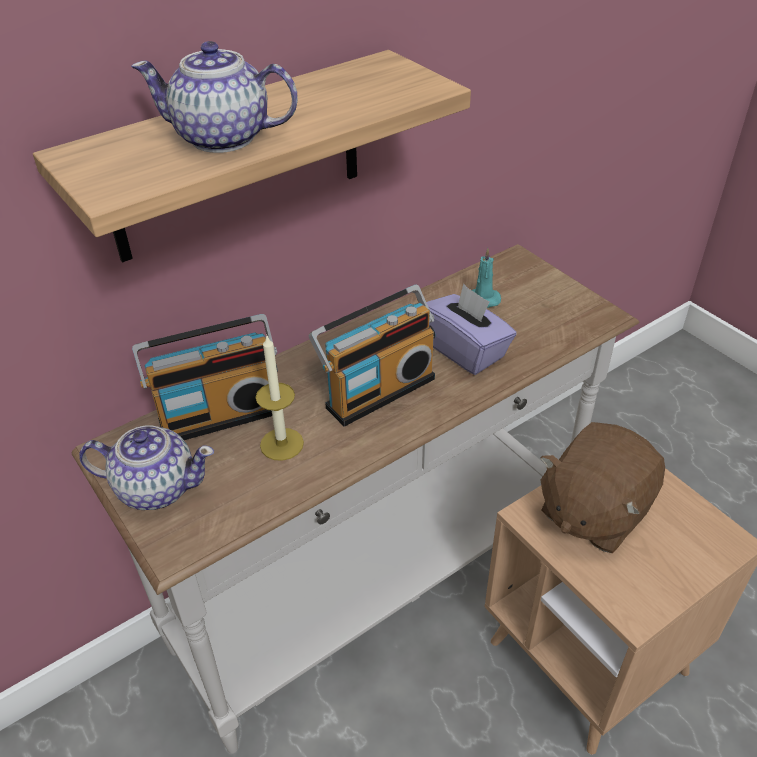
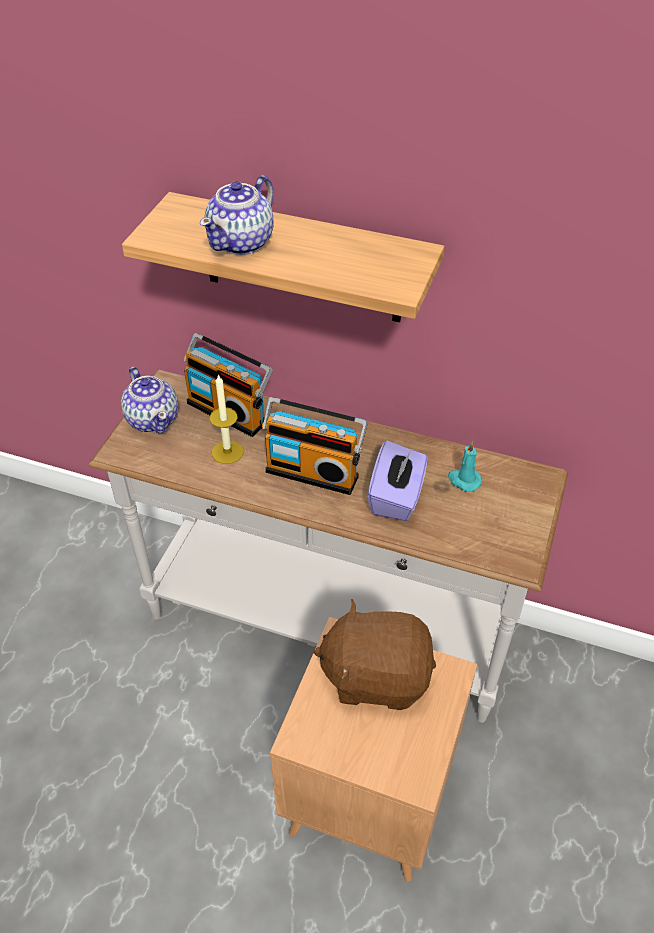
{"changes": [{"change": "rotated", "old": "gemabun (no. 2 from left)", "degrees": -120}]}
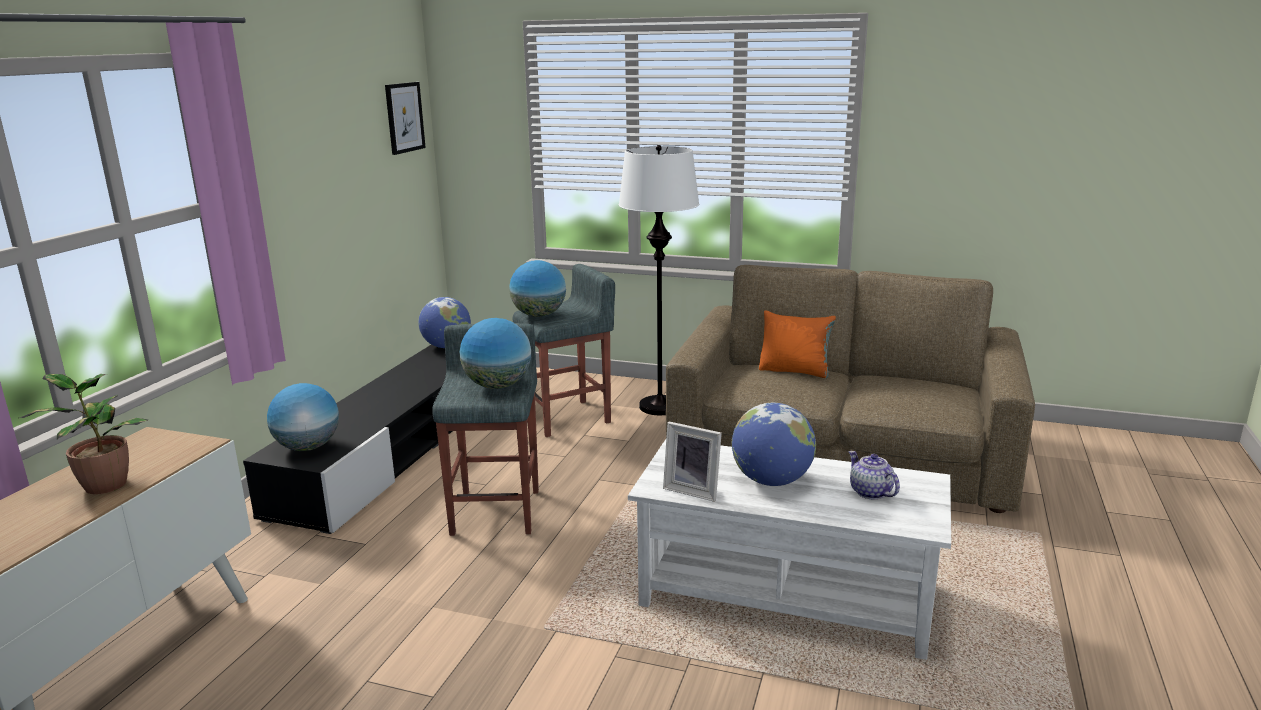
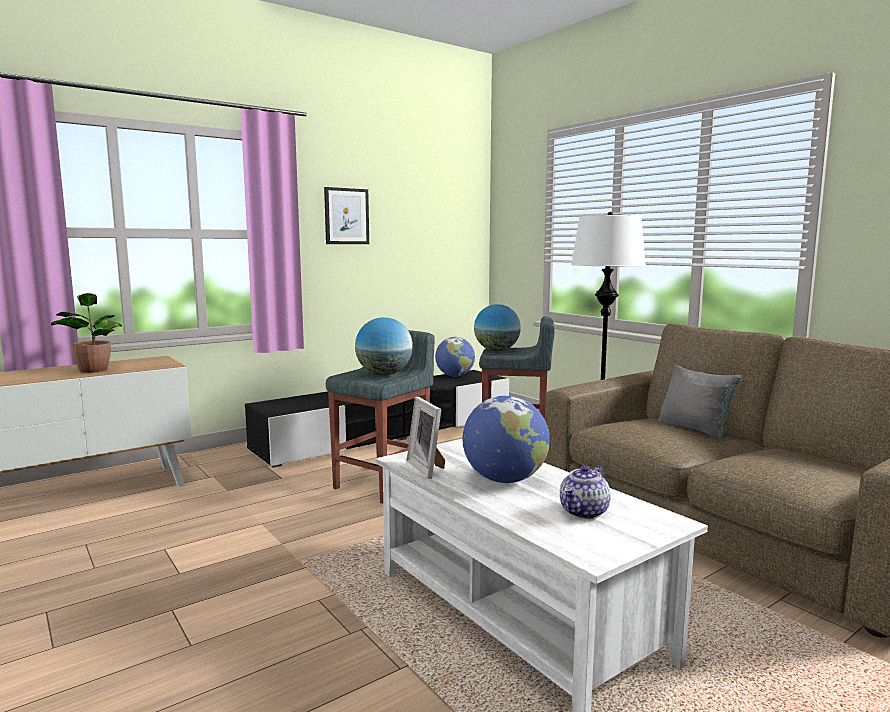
{"changes": [{"change": "gone", "old": "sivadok (no. 1 from left)"}, {"change": "shifted", "old": "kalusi"}, {"change": "repainted", "old": "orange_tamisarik", "new": "grey_tamisarik"}, {"change": "rotated", "old": "gemabun", "degrees": -150}]}
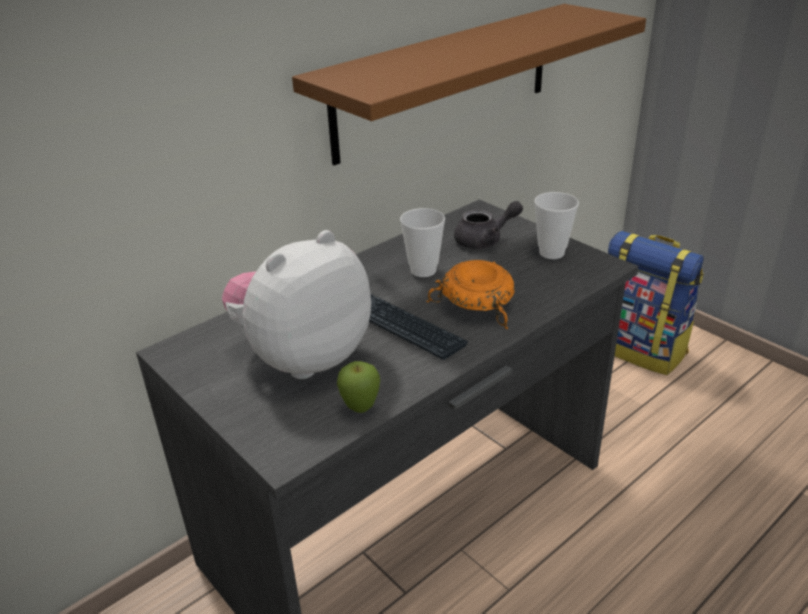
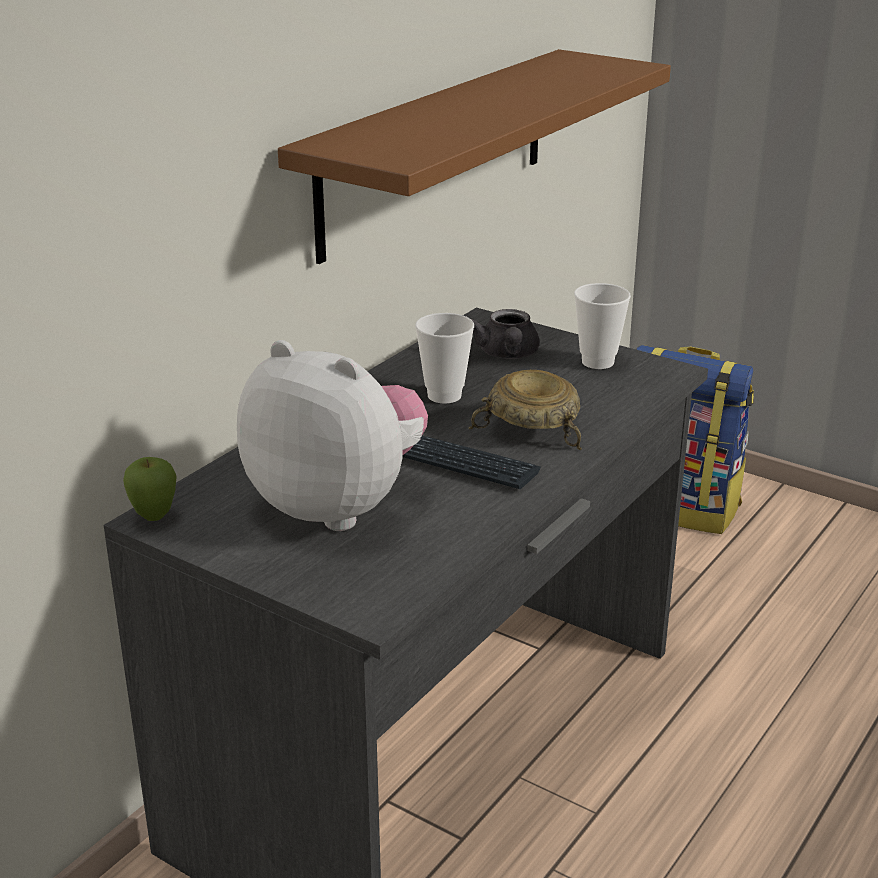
{"changes": [{"change": "shifted", "old": "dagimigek"}, {"change": "repainted", "old": "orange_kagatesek", "new": "beige_kagatesek"}, {"change": "rotated", "old": "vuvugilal", "degrees": 90}, {"change": "rotated", "old": "grey_gemabun", "degrees": 120}]}
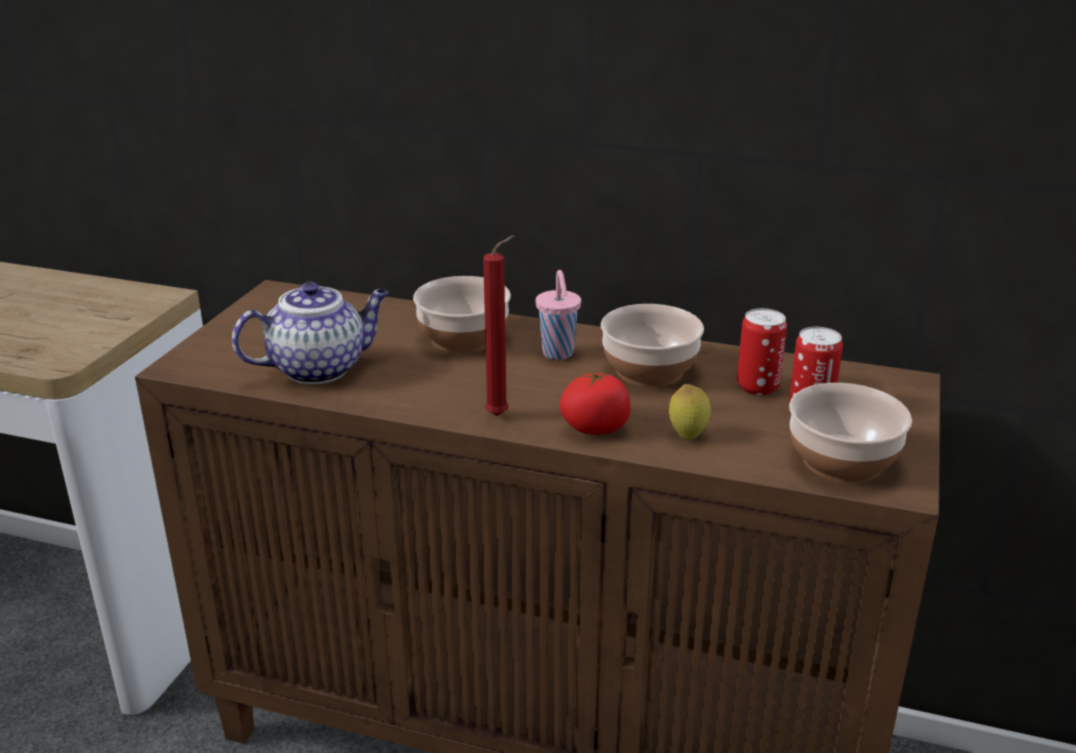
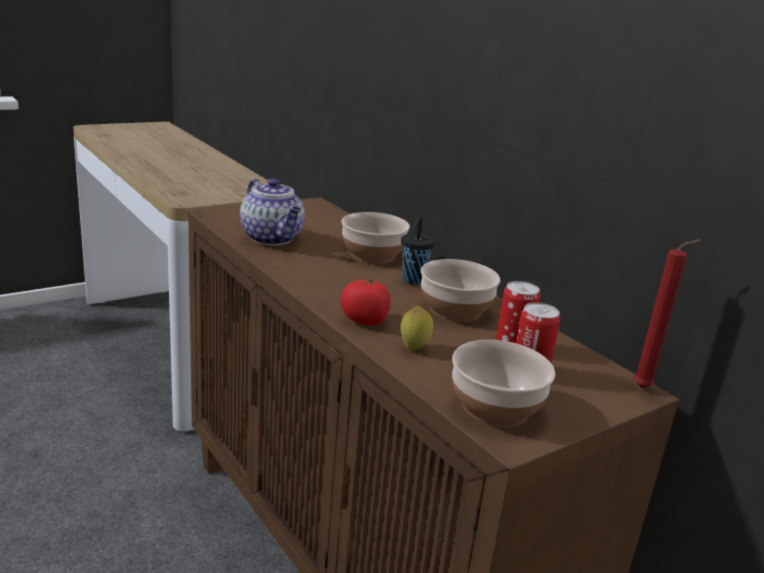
{"changes": [{"change": "shifted", "old": "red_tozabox"}, {"change": "repainted", "old": "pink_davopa", "new": "black_davopa"}, {"change": "rotated", "old": "gemabun", "degrees": 45}]}
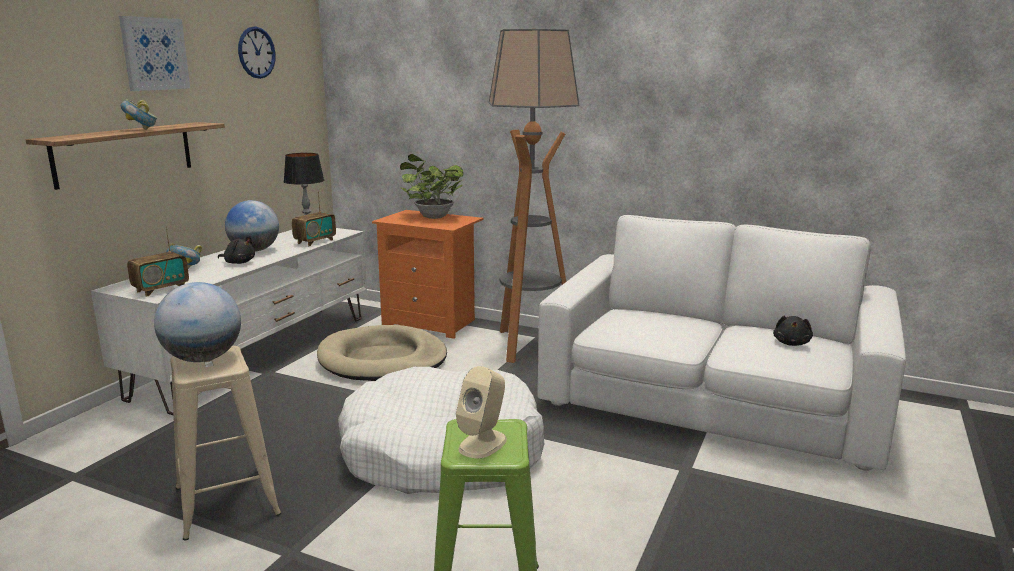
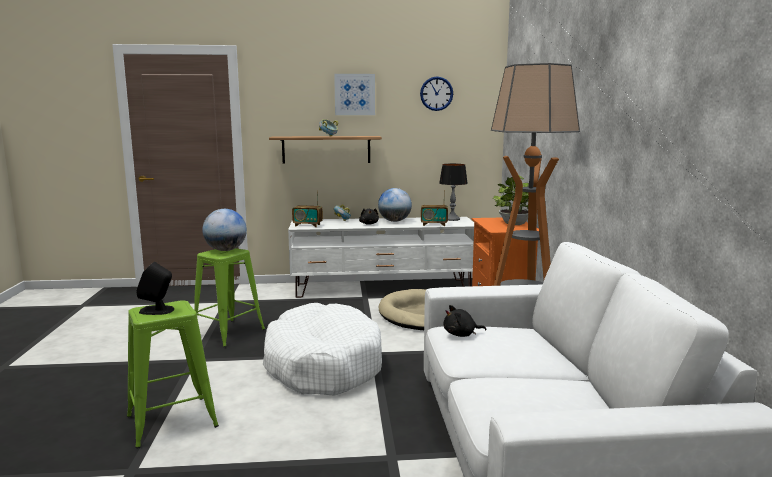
{"changes": [{"change": "shifted", "old": "black_vuvugilal (no. 2 from left)"}, {"change": "repainted", "old": "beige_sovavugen", "new": "green_sovavugen (no. 2 from left)"}, {"change": "repainted", "old": "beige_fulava", "new": "black_fulava"}]}
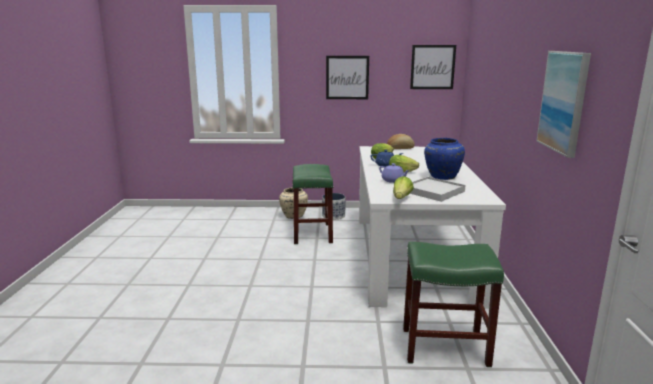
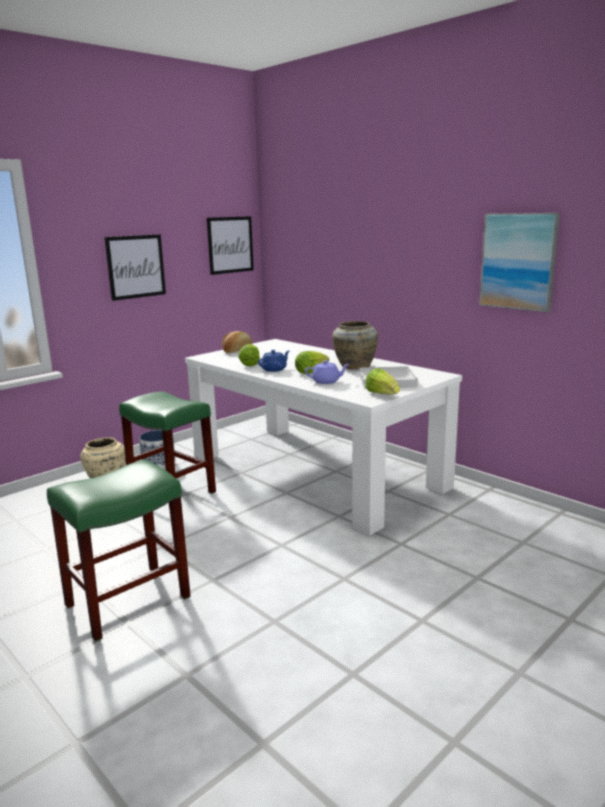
{"changes": [{"change": "shifted", "old": "green_sovavugen (no. 2 from left in the first image)", "new": "green_sovavugen (no. 1 from left)"}, {"change": "repainted", "old": "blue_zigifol", "new": "beige_zigifol (no. 2 from left)"}]}
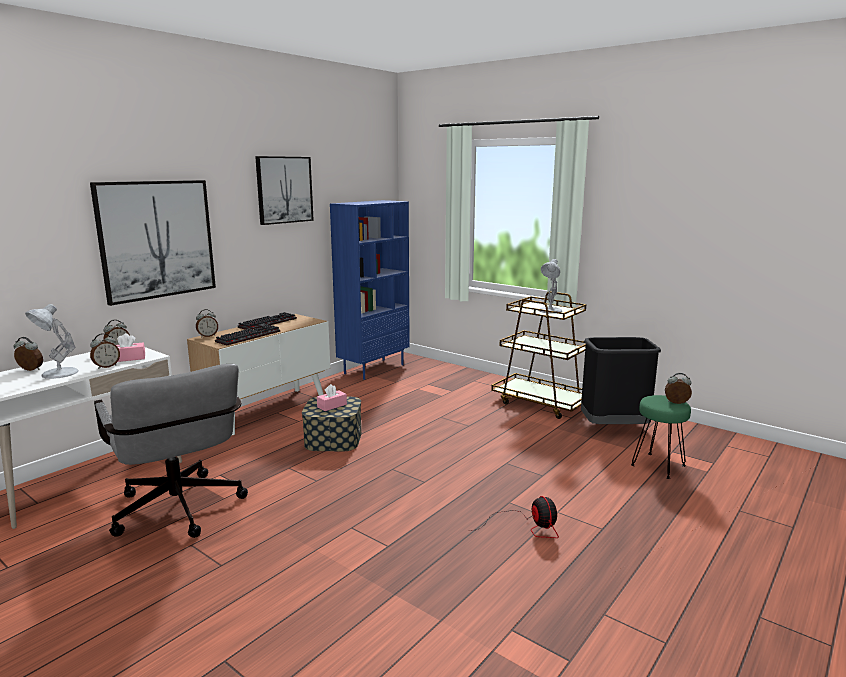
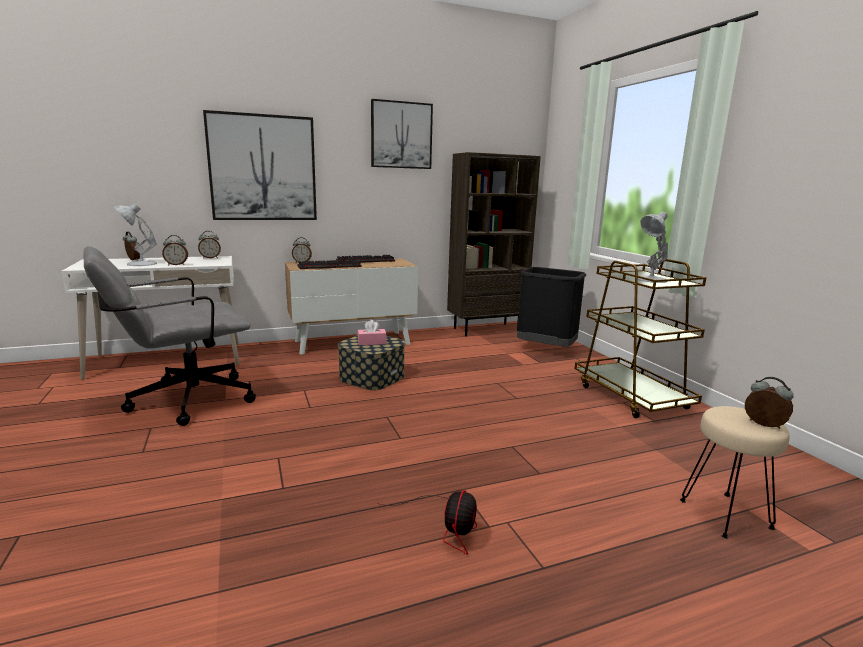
{"changes": [{"change": "gone", "old": "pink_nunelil (no. 1 from left)"}, {"change": "shifted", "old": "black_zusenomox"}, {"change": "repainted", "old": "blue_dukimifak", "new": "brown_dukimifak"}, {"change": "repainted", "old": "green_sovavugen", "new": "beige_sovavugen"}, {"change": "rotated", "old": "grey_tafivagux", "degrees": 60}]}
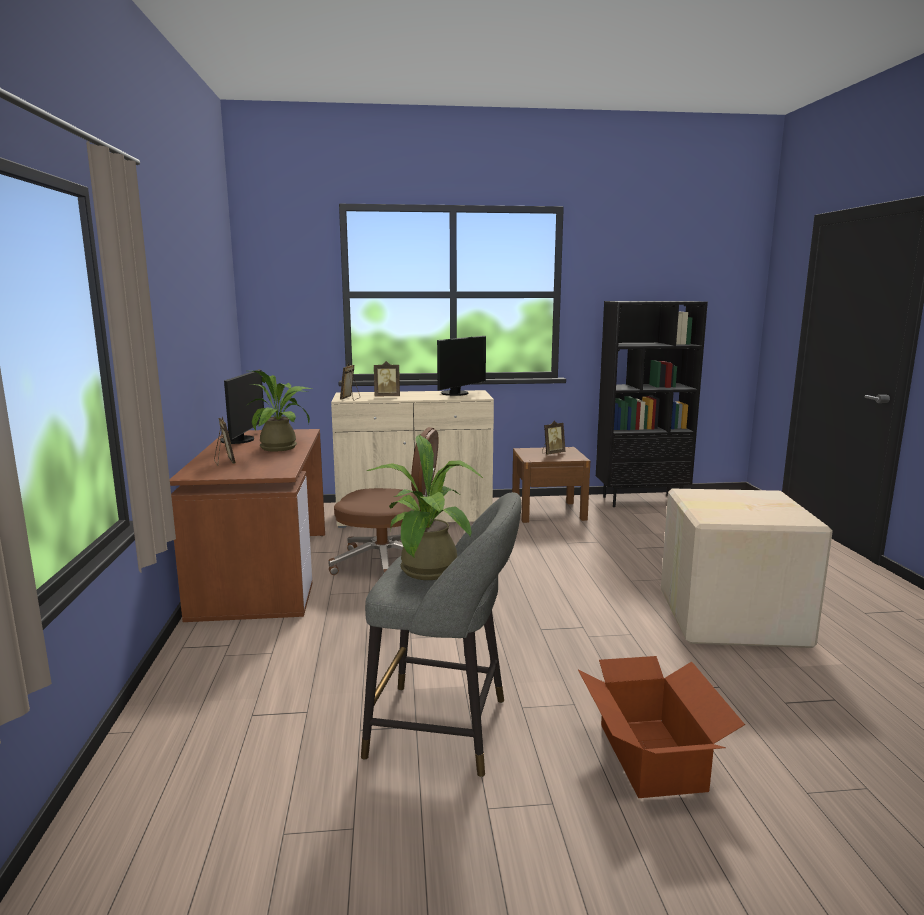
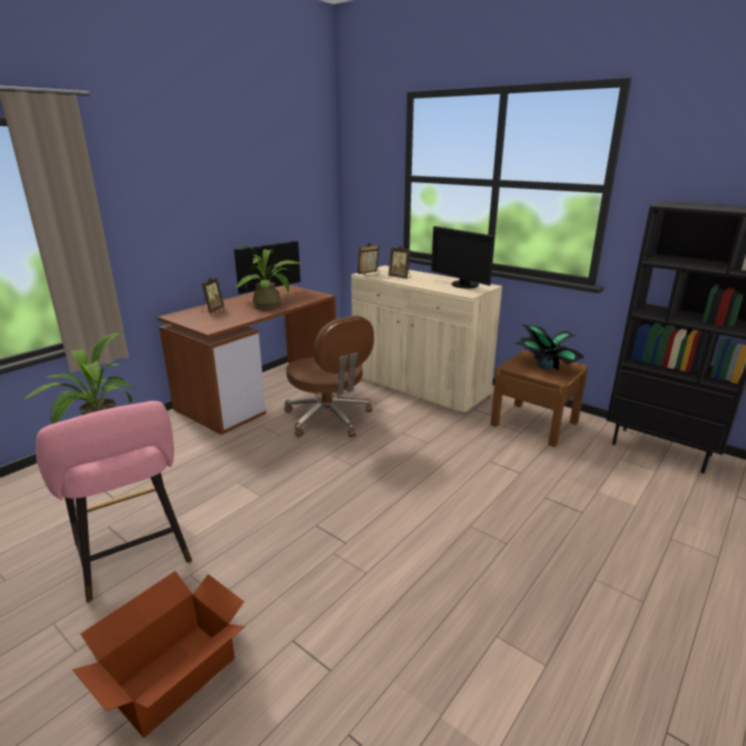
{"changes": [{"change": "gone", "old": "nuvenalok (no. 2 from left)"}, {"change": "swapped", "old": "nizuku (no. 4 from left)", "new": "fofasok (no. 3 from left)"}, {"change": "repainted", "old": "grey_sovavugen", "new": "pink_sovavugen"}, {"change": "rotated", "old": "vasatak (no. 2 from left)", "degrees": 60}]}
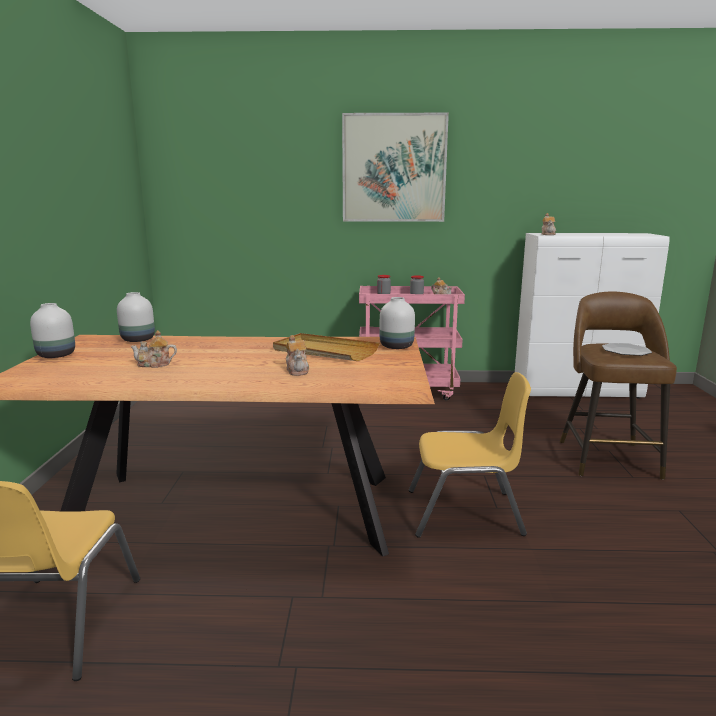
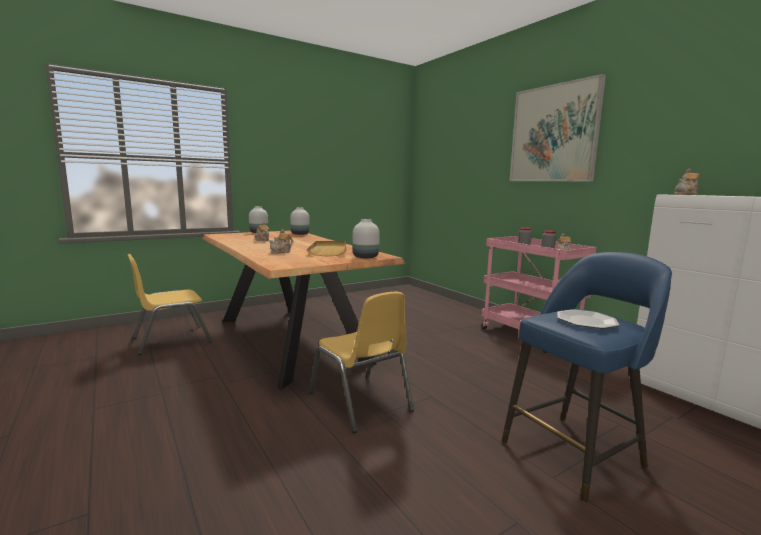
{"changes": [{"change": "repainted", "old": "brown_sovavugen", "new": "blue_sovavugen"}]}
